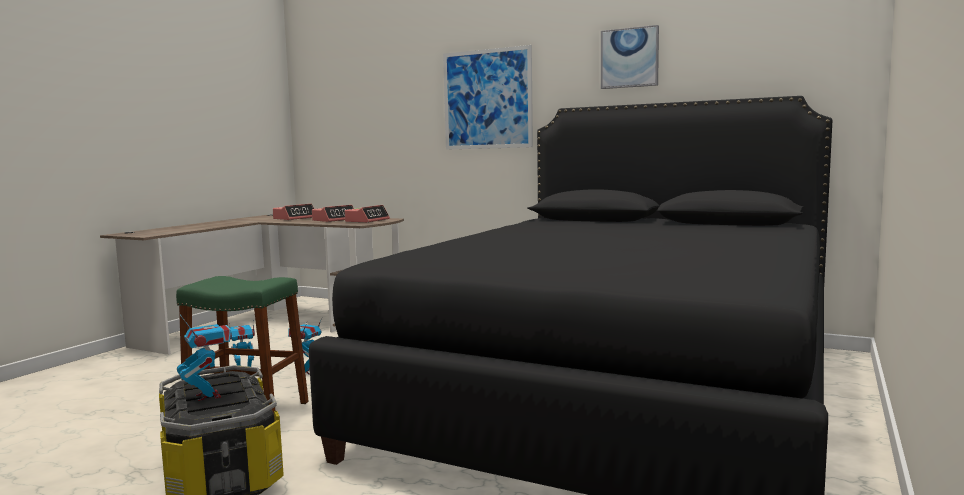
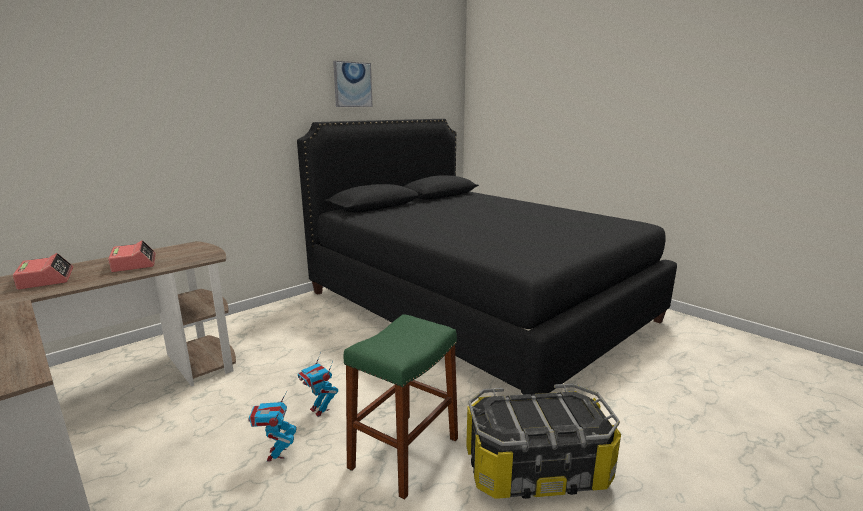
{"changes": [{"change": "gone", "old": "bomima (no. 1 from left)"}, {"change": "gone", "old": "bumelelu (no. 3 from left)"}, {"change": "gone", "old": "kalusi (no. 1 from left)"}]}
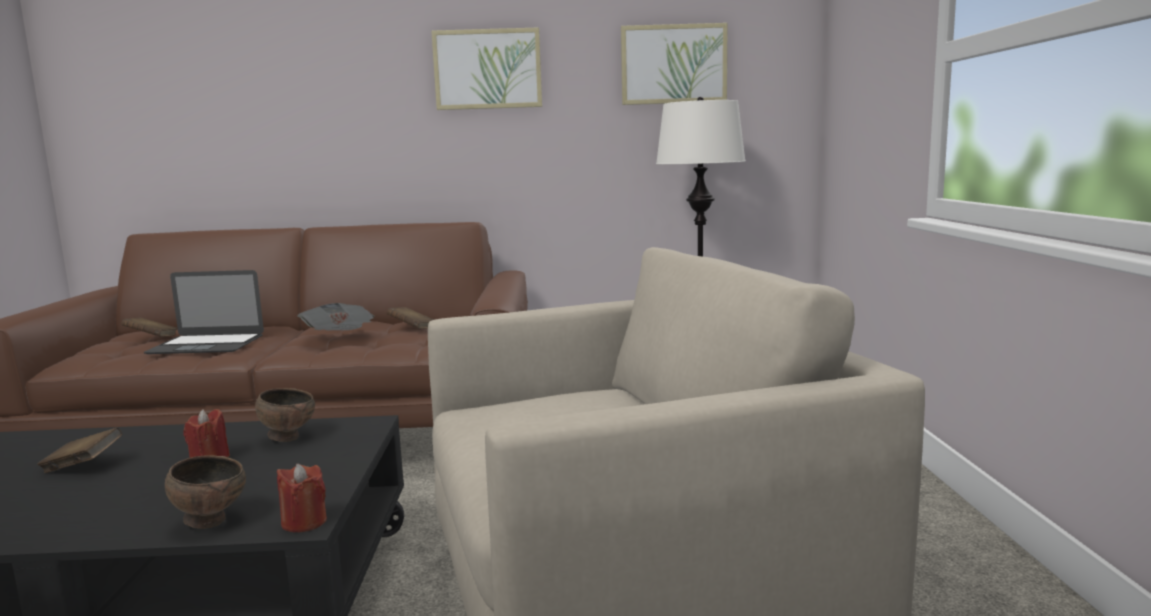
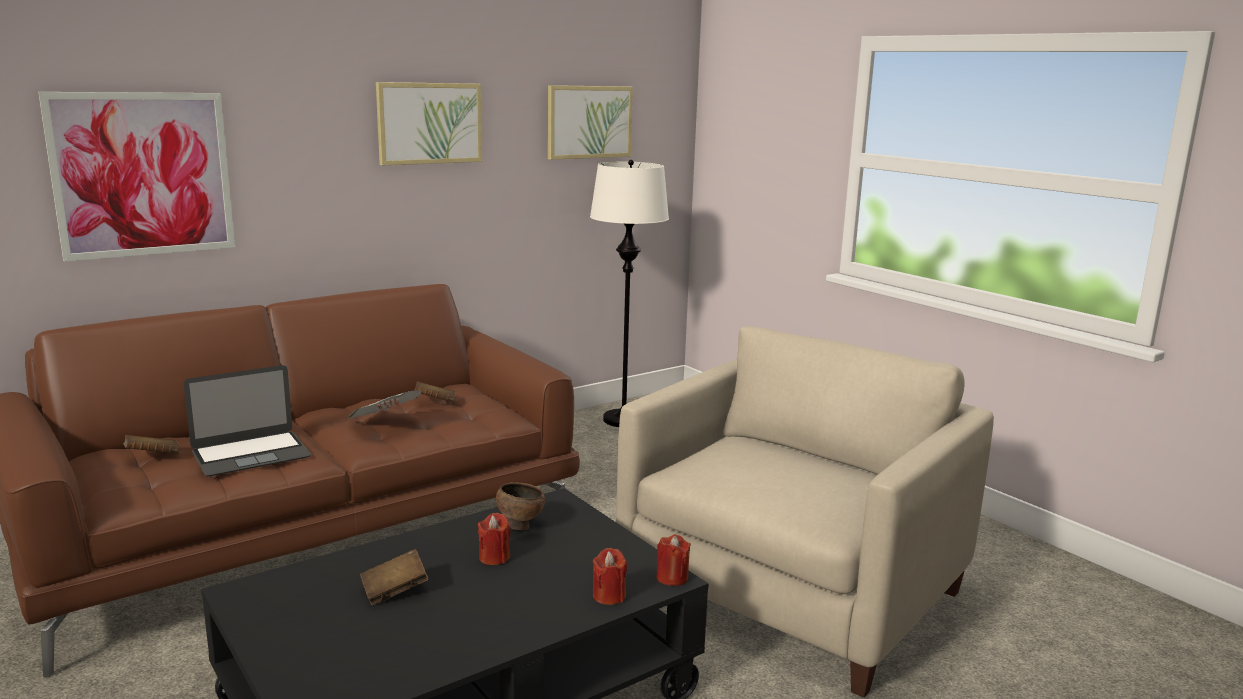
{"changes": [{"change": "new", "new": "kalusi (no. 1 from left)"}, {"change": "swapped", "old": "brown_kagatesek (no. 1 from left)", "new": "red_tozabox (no. 2 from left)"}]}
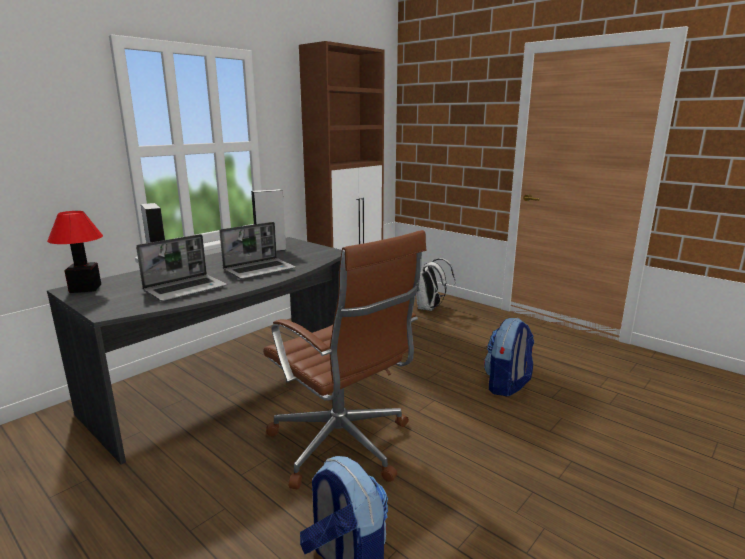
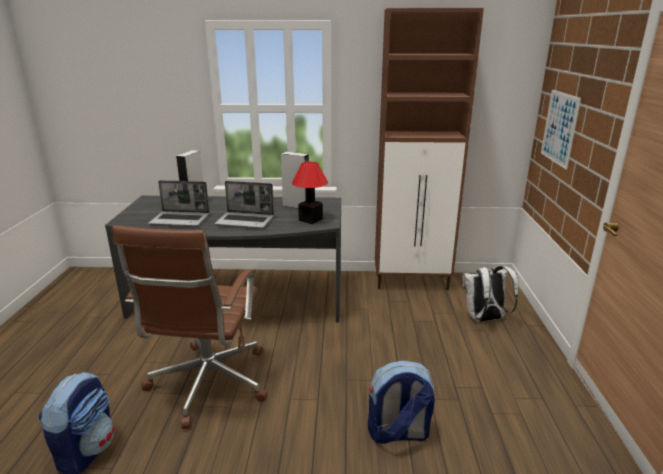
{"changes": [{"change": "new", "new": "kalusi"}, {"change": "shifted", "old": "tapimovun"}]}
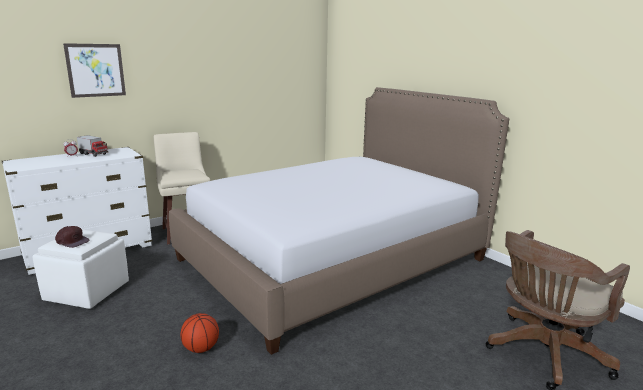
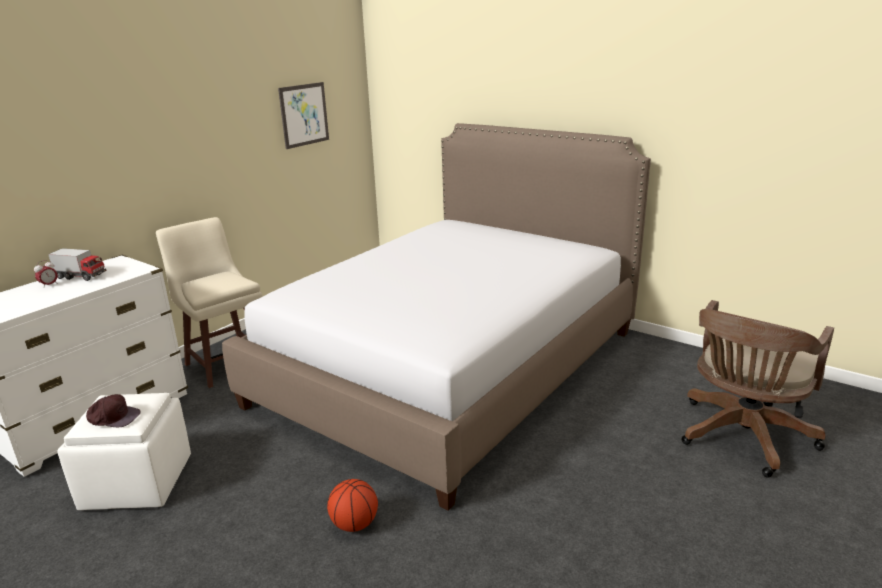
{"changes": [{"change": "shifted", "old": "kalusi"}]}
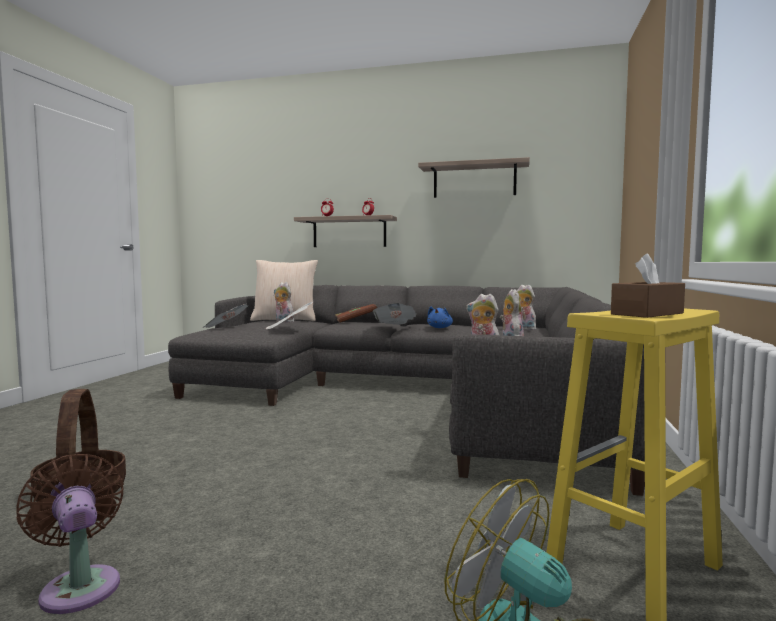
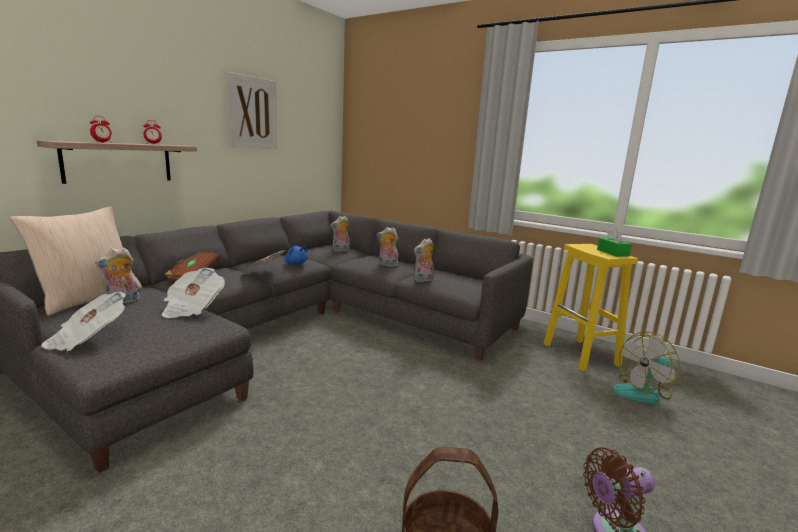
{"changes": [{"change": "swapped", "old": "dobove (no. 2 from left)", "new": "kalusi"}, {"change": "repainted", "old": "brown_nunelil", "new": "green_nunelil"}]}
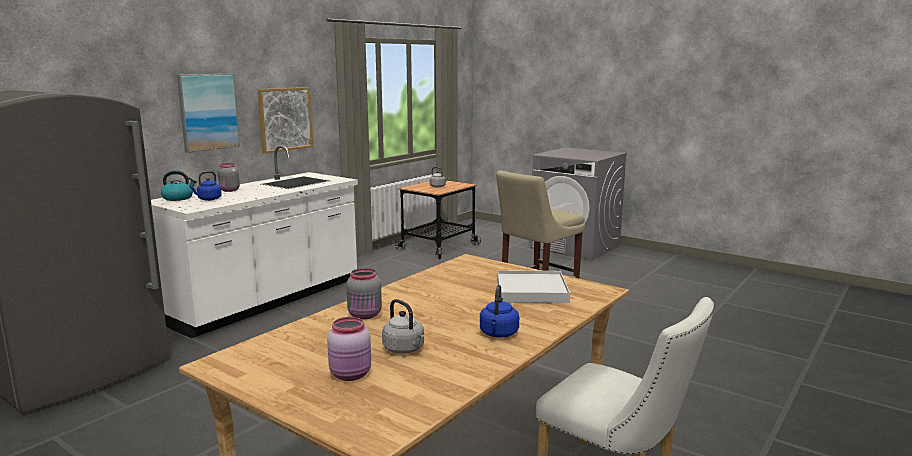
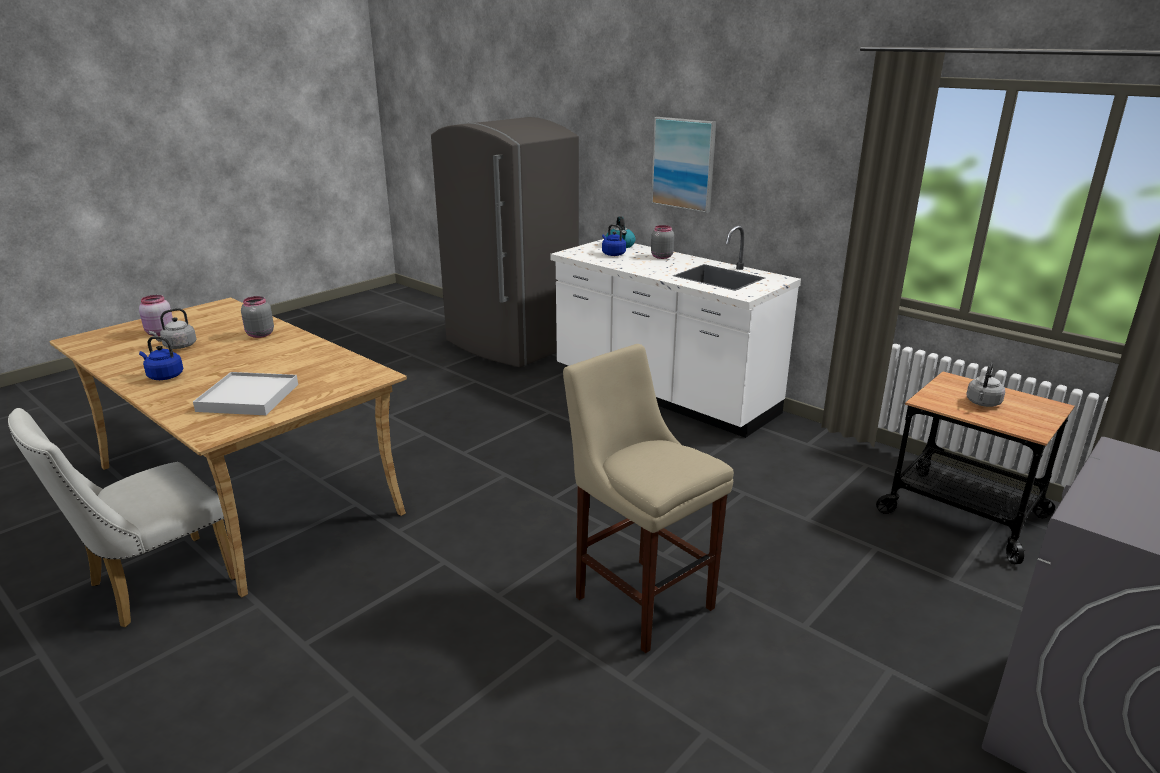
{"changes": [{"change": "gone", "old": "kalusi (no. 2 from left)"}]}
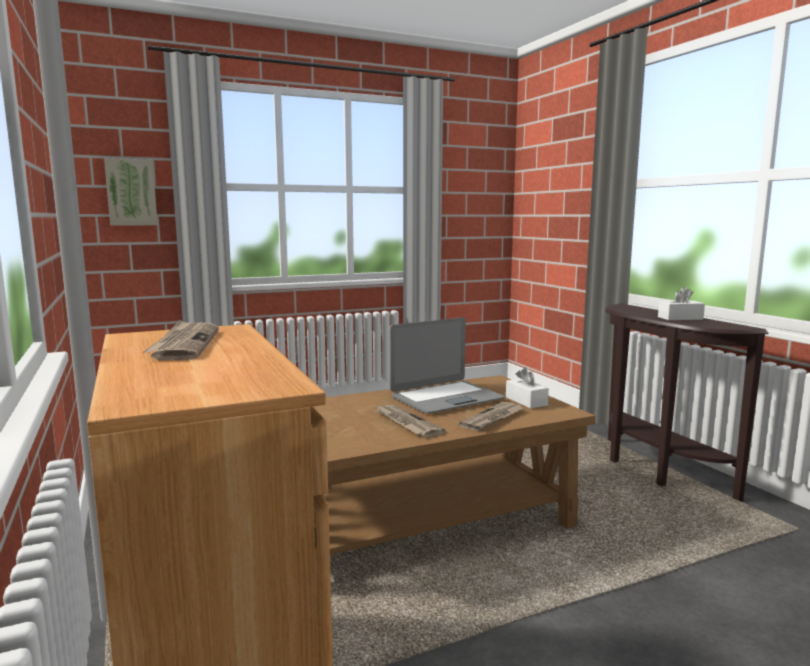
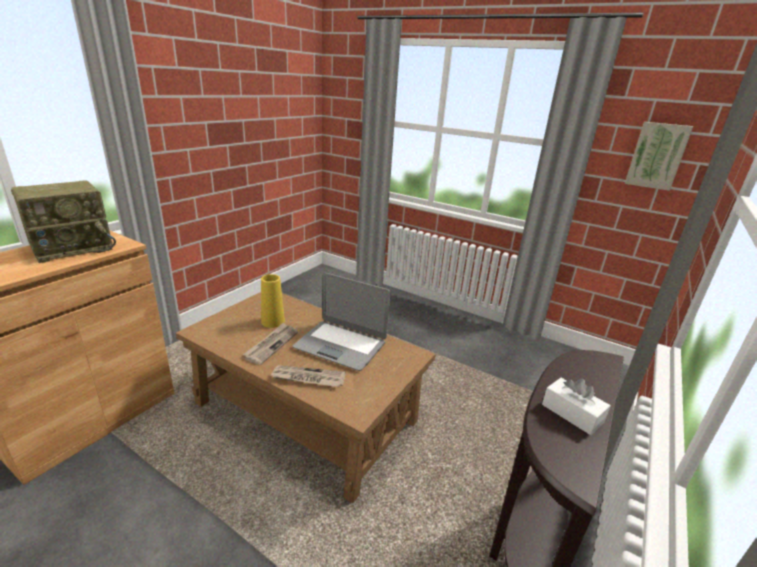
{"changes": [{"change": "gone", "old": "white_nunelil (no. 1 from left)"}, {"change": "new", "new": "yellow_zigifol"}, {"change": "shifted", "old": "kalusi"}, {"change": "swapped", "old": "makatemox (no. 1 from left)", "new": "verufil"}]}
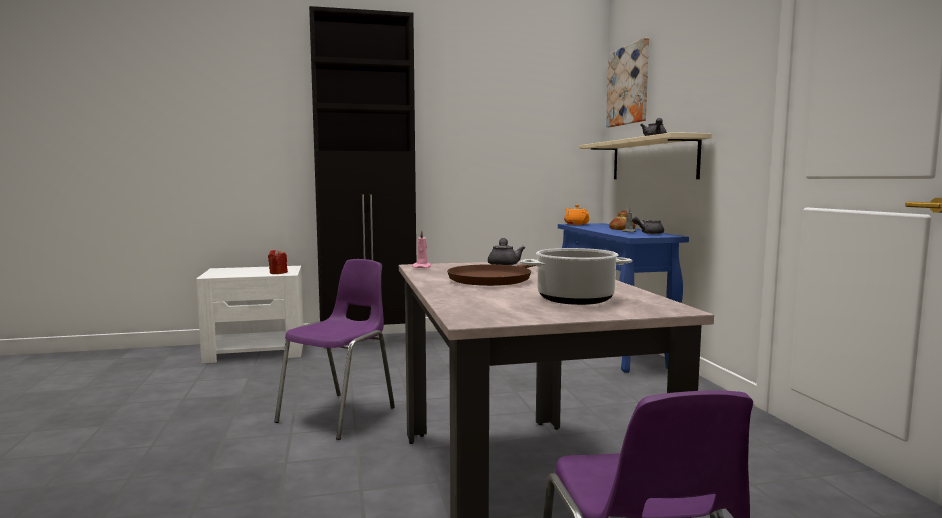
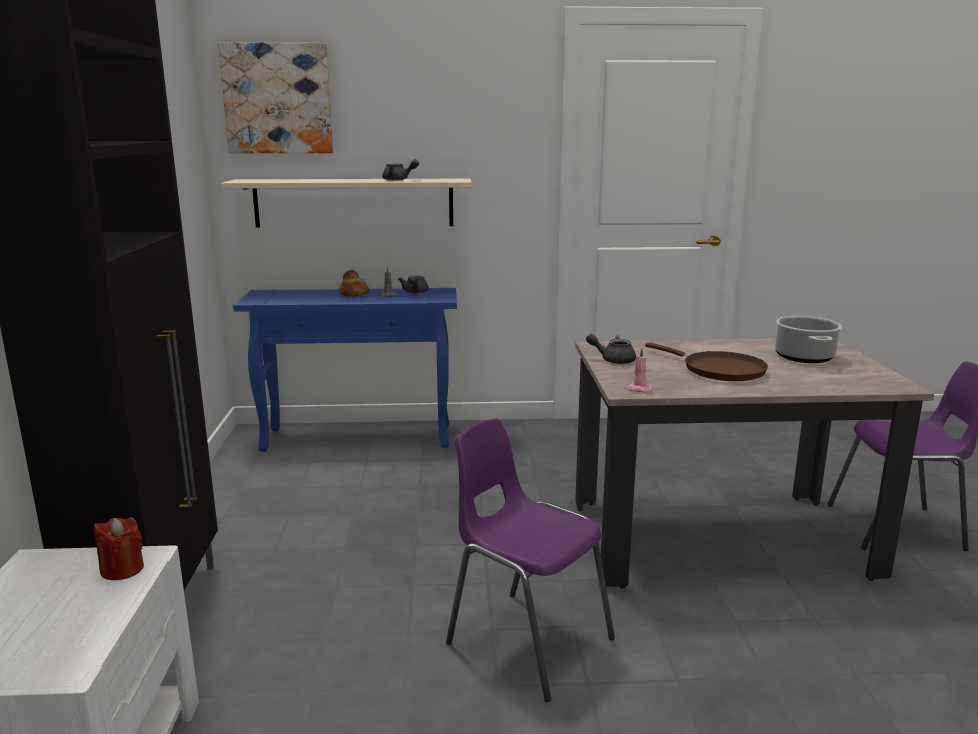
{"changes": [{"change": "gone", "old": "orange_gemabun"}]}
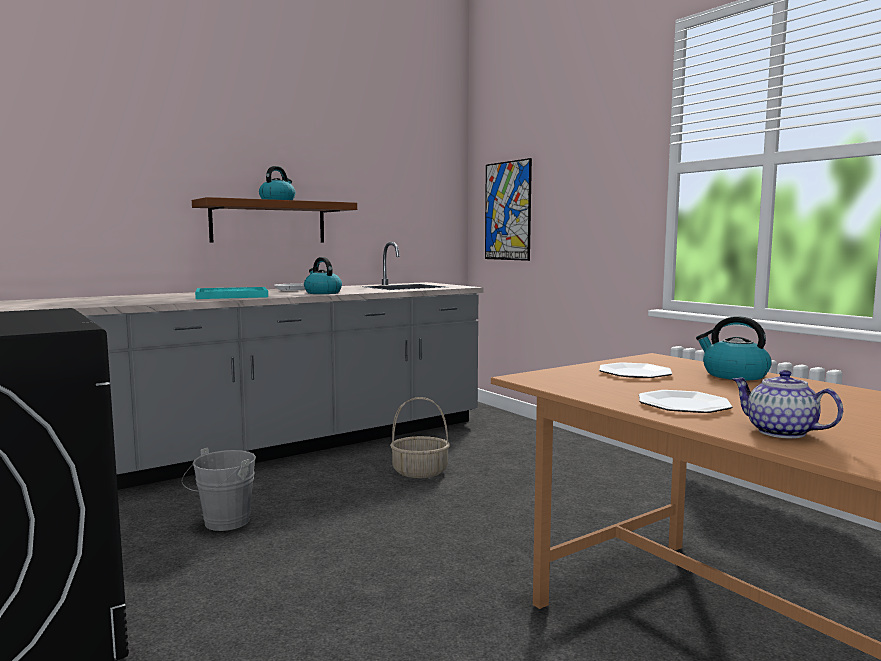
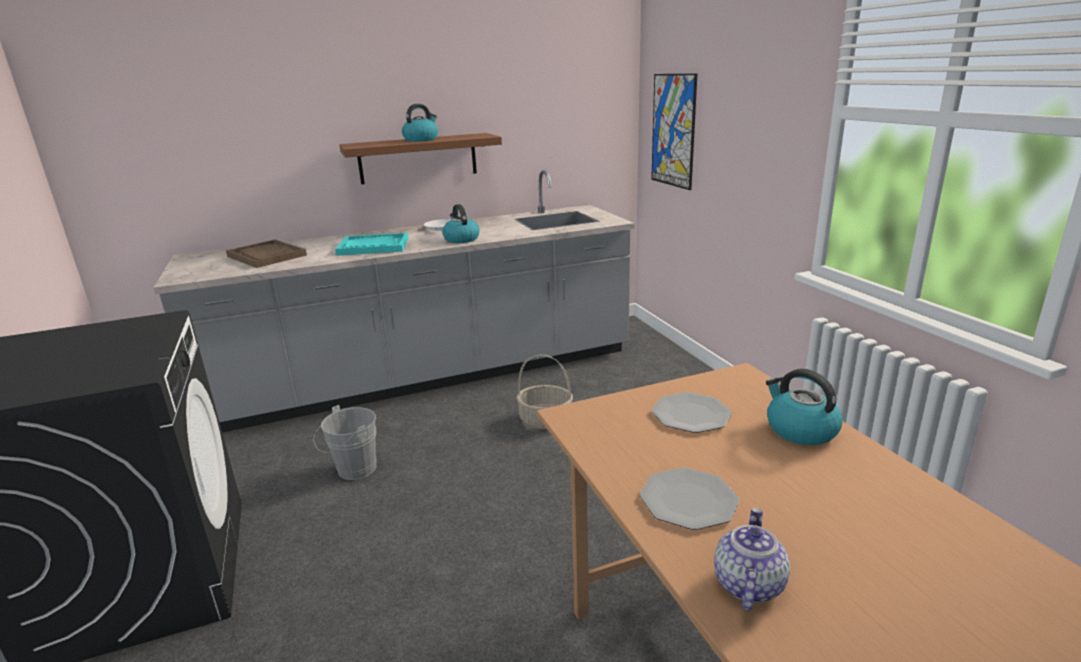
{"changes": [{"change": "new", "new": "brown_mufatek"}, {"change": "rotated", "old": "gemabun", "degrees": 45}]}
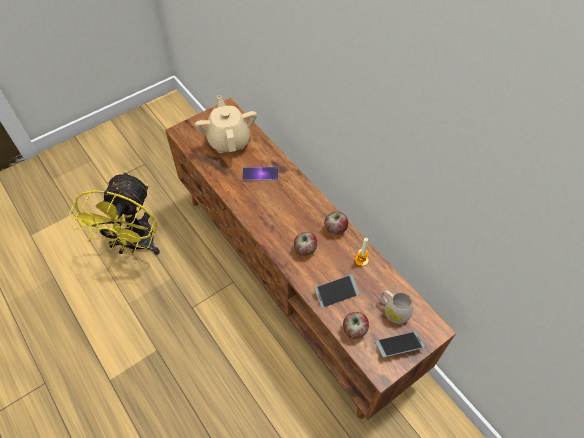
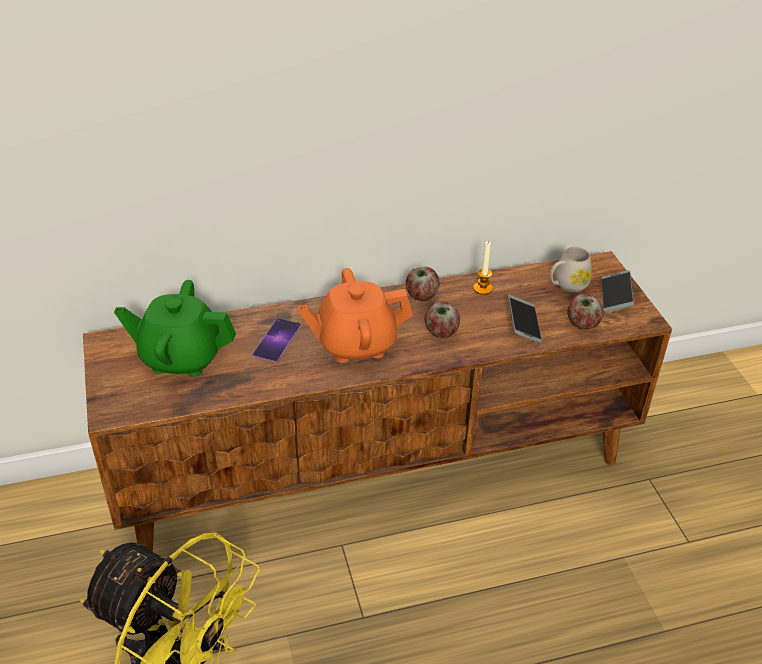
{"changes": [{"change": "new", "new": "orange_gemabun"}, {"change": "repainted", "old": "beige_gemabun", "new": "green_gemabun"}]}
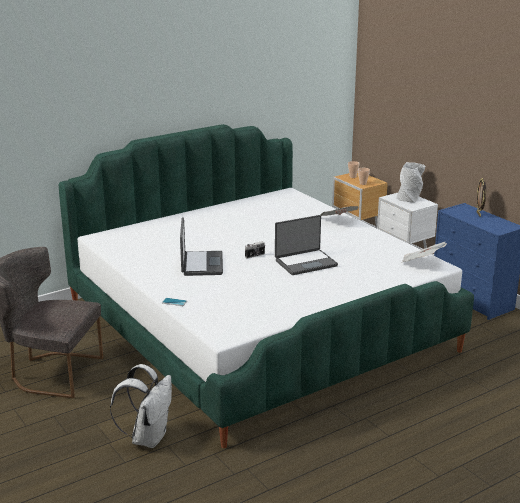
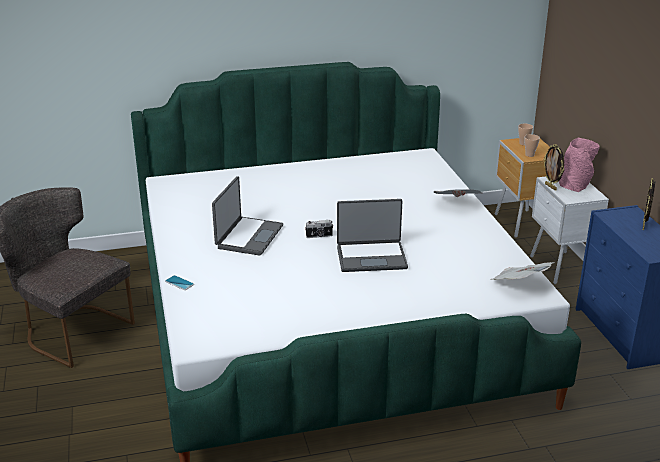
{"changes": [{"change": "gone", "old": "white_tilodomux"}, {"change": "new", "new": "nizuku (no. 1 from left)"}, {"change": "repainted", "old": "grey_zigifol", "new": "pink_zigifol"}]}
